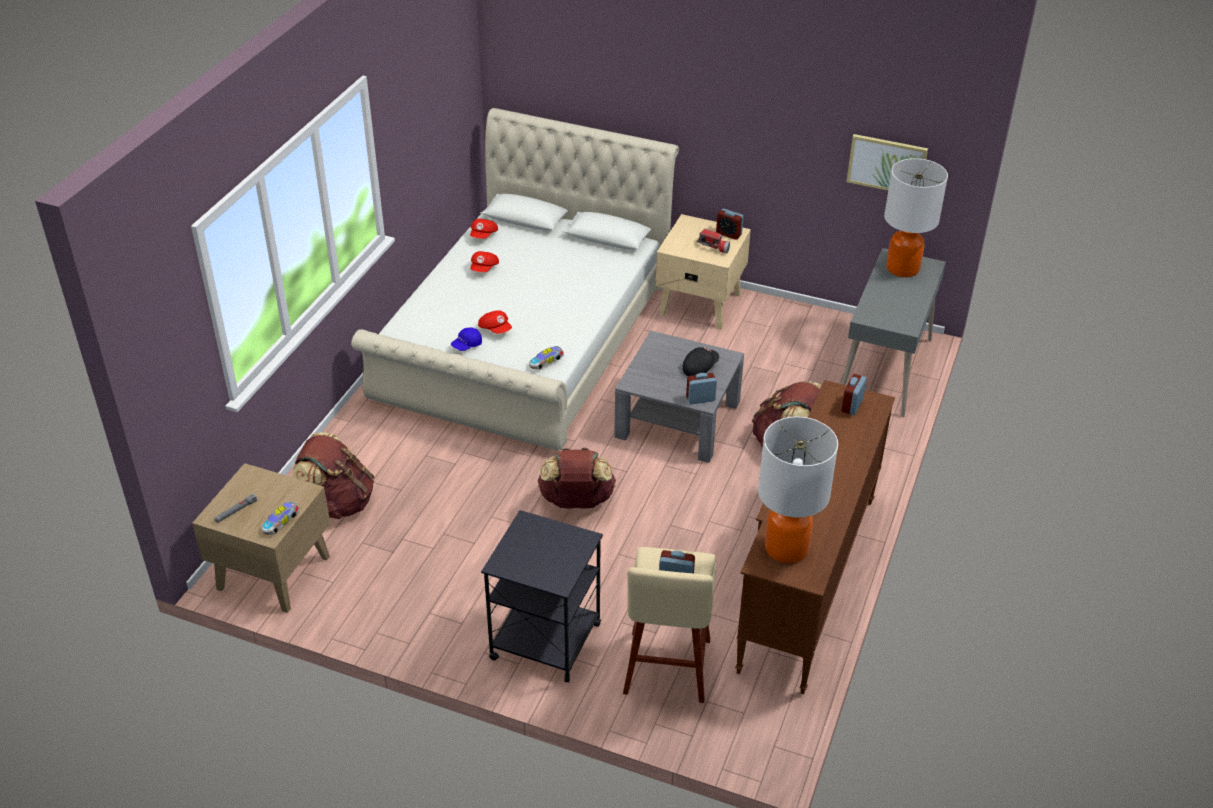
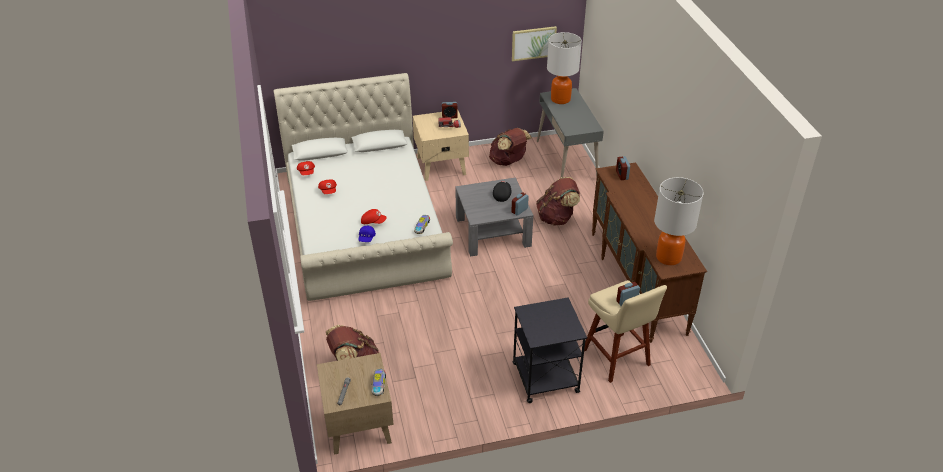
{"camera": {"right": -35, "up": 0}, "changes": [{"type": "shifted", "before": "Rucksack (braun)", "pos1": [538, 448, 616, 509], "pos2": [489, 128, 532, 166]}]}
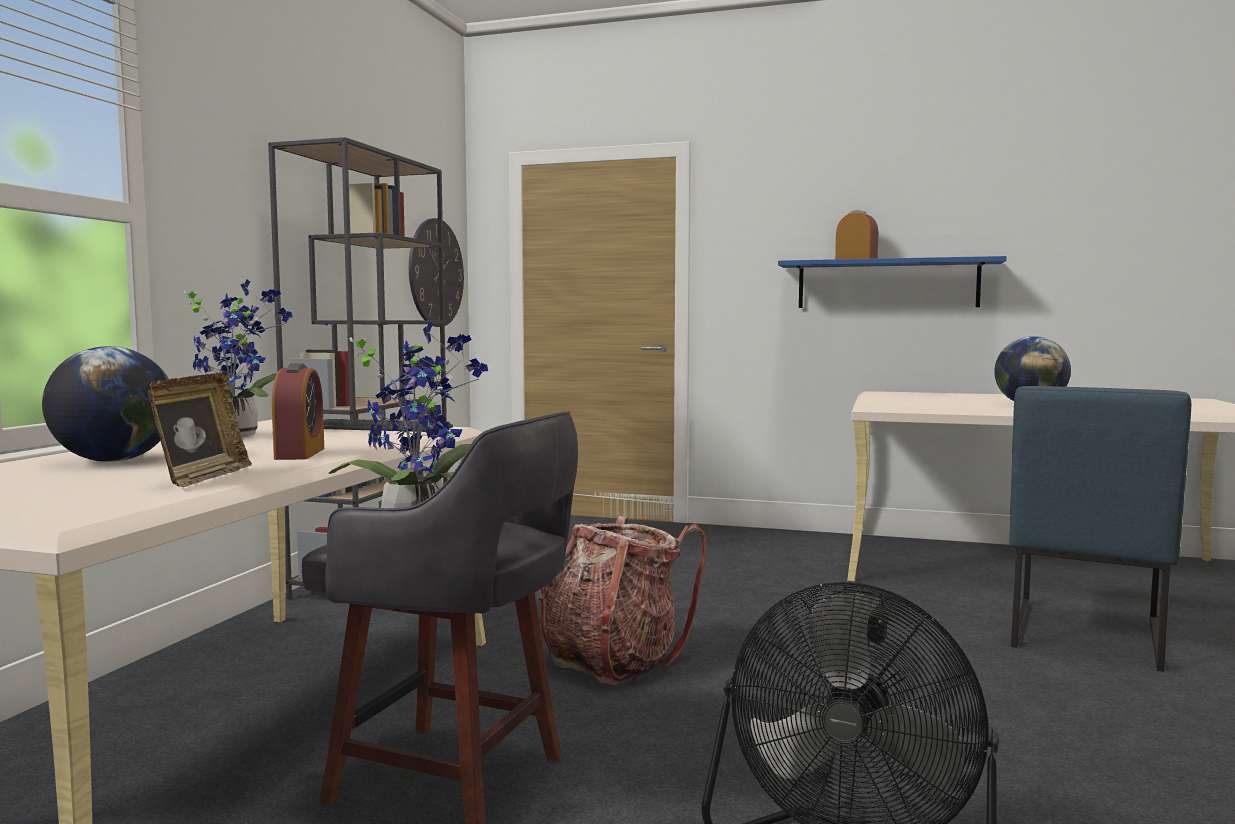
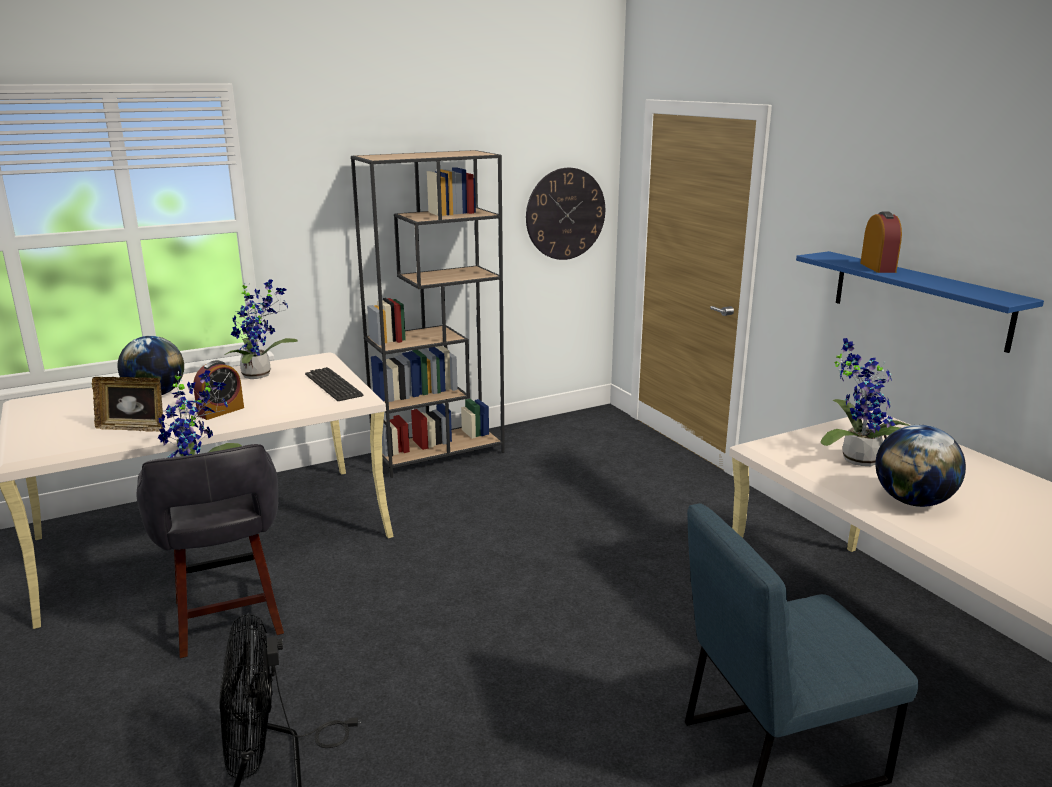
{"camera": {"right": 45, "up": 15}, "changes": [{"type": "rotated", "before": "Bilderrahmen", "pos1": [148, 372, 252, 487], "pos2": [92, 377, 163, 432], "turn": 45}, {"type": "new", "after": "Topfpflanze", "pos2": [820, 338, 910, 466]}, {"type": "gone", "before": "Rucksack", "pos1": [539, 516, 707, 685]}]}
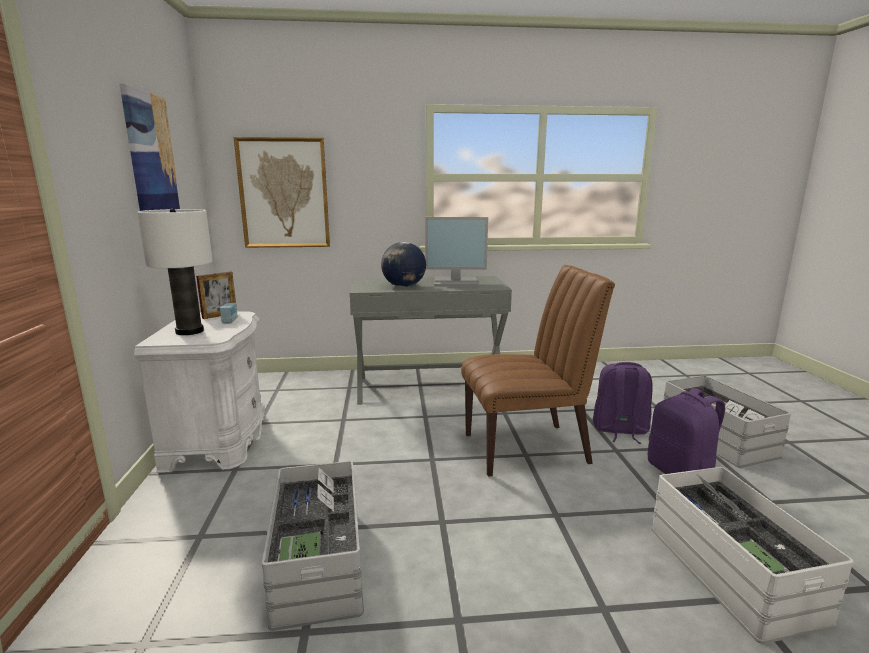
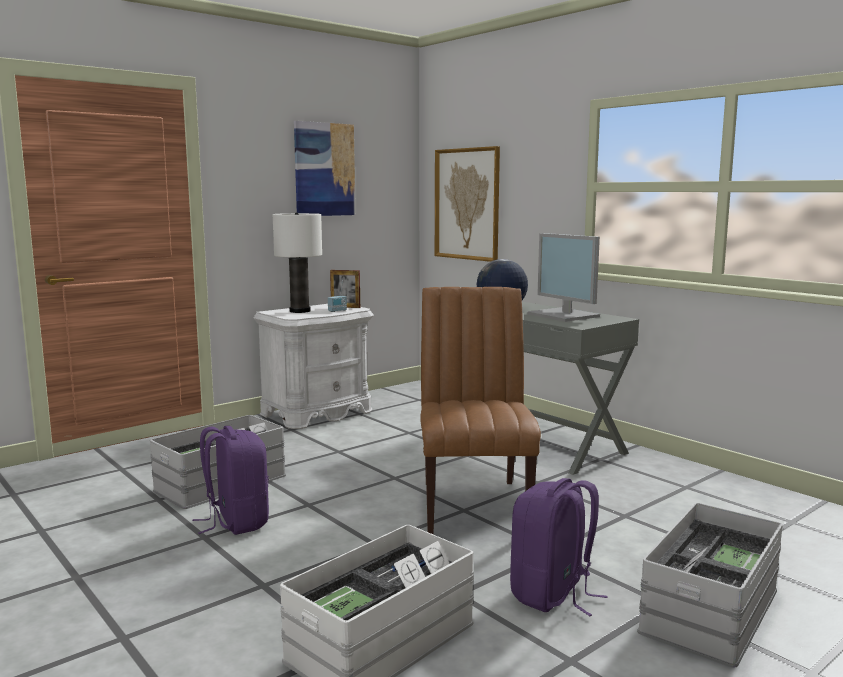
{"camera": {"right": 55, "up": -5}, "changes": [{"type": "shifted", "before": "Rucksack (lila)", "pos1": [593, 362, 653, 444], "pos2": [192, 426, 269, 535]}, {"type": "rotated", "before": "Stuhl (braun)", "pos1": [461, 265, 615, 477], "pos2": [420, 287, 541, 534], "turn": -135}]}
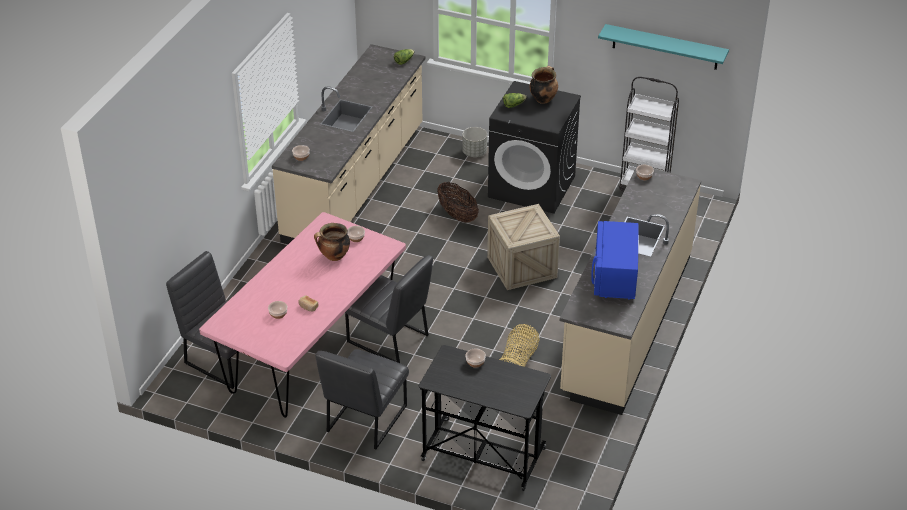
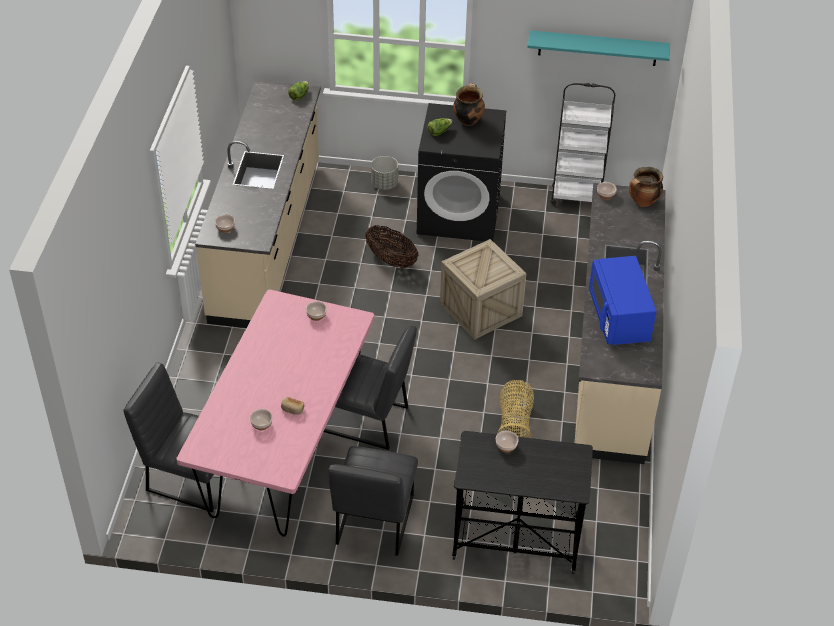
{"camera": {"right": -15, "up": 5}, "changes": [{"type": "shifted", "before": "Kochtopf", "pos1": [314, 223, 350, 261], "pos2": [629, 167, 663, 207]}]}
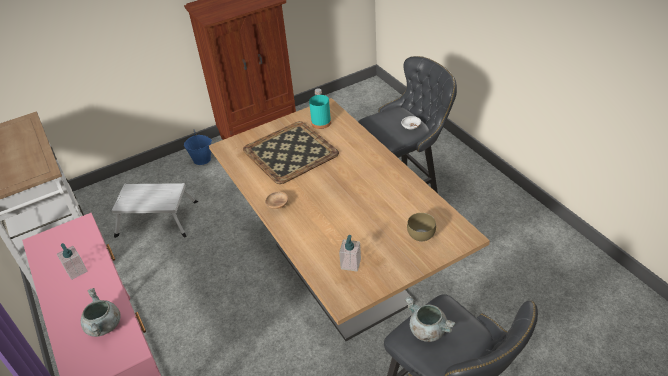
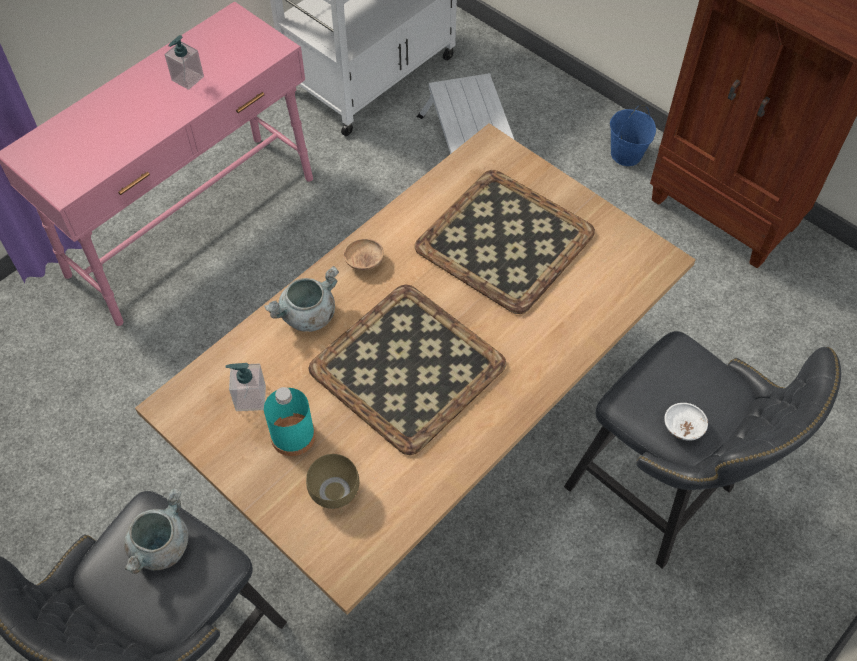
{"camera": {"right": 70, "up": 15}, "changes": [{"type": "shifted", "before": "Kochtopf (grau)", "pos1": [81, 288, 121, 337], "pos2": [264, 266, 339, 332]}, {"type": "shifted", "before": "Flasche (türkis)", "pos1": [309, 88, 331, 129], "pos2": [264, 387, 315, 456]}, {"type": "new", "after": "Tablett", "pos2": [308, 285, 507, 455]}]}
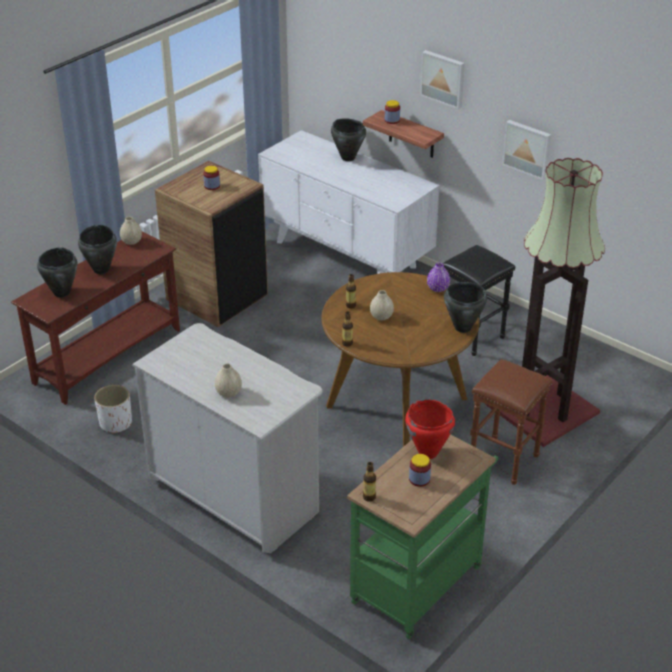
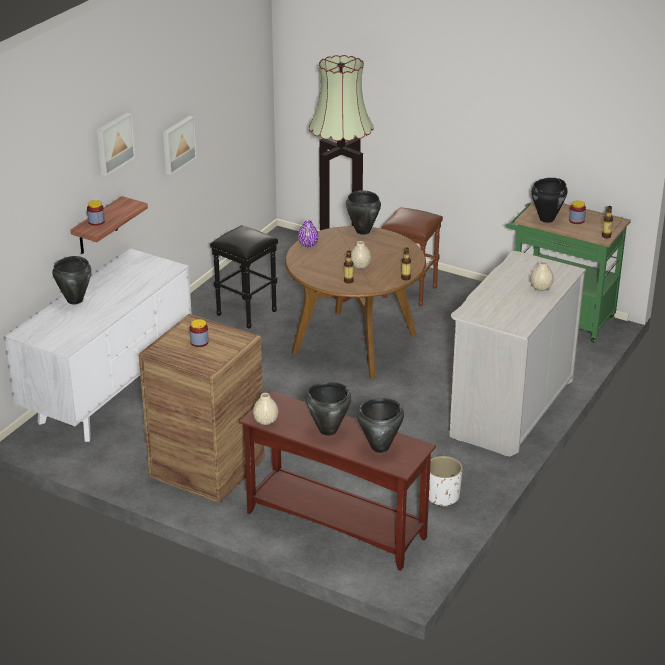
{"camera": {"right": -100, "up": -5}, "changes": [{"type": "repainted", "before": "Kochtopf (rot)", "after": "Kochtopf (schwarz)", "pos1": [405, 399, 455, 459], "pos2": [531, 178, 567, 223]}]}
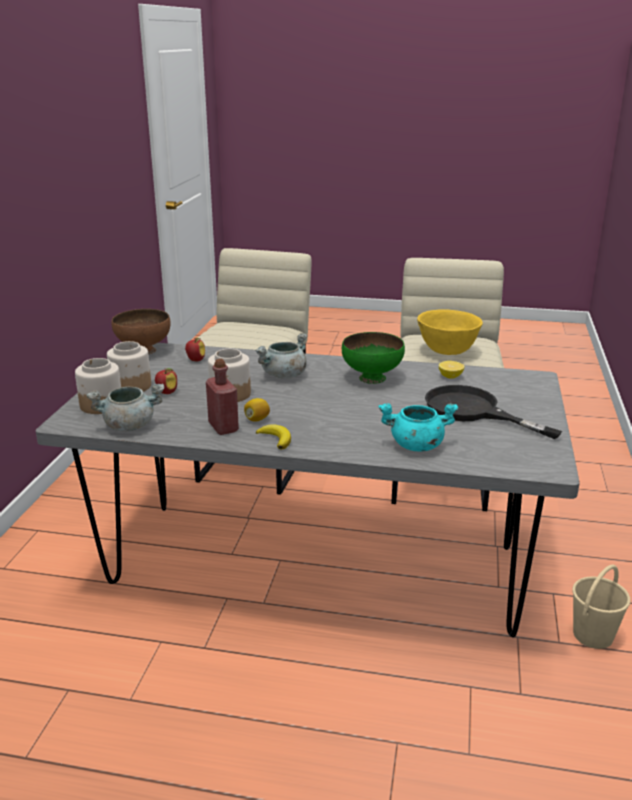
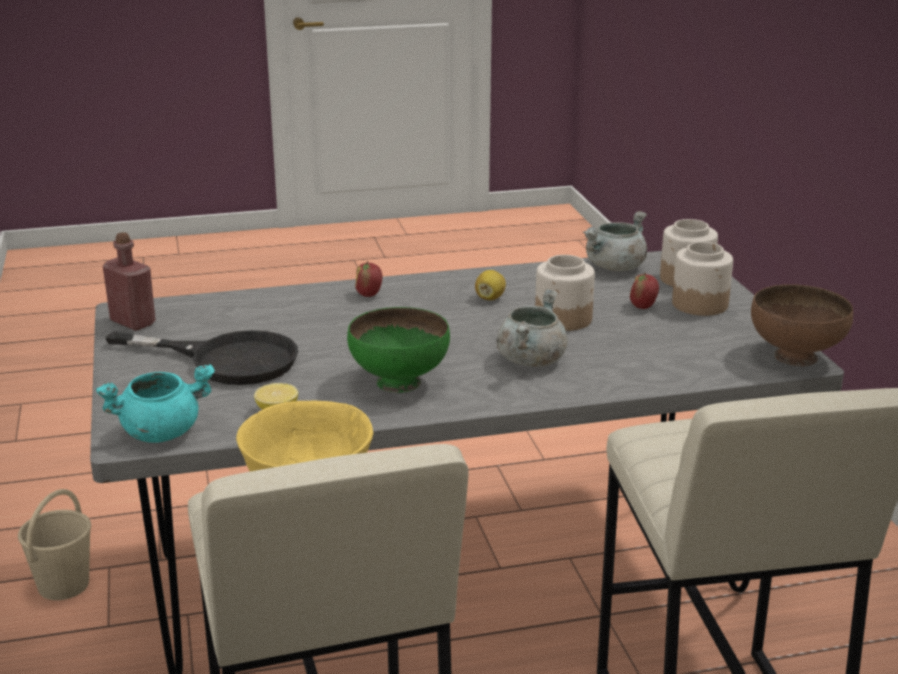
{"camera": {"right": 155, "up": 0}, "changes": [{"type": "shifted", "before": "Kochtopf (türkis)", "pos1": [379, 403, 458, 451], "pos2": [96, 364, 215, 443]}, {"type": "shifted", "before": "Flasche (rot)", "pos1": [206, 359, 239, 435], "pos2": [103, 232, 156, 331]}, {"type": "shifted", "before": "Apfel", "pos1": [185, 338, 205, 361], "pos2": [355, 261, 383, 297]}, {"type": "gone", "before": "Banane", "pos1": [256, 424, 291, 449]}]}
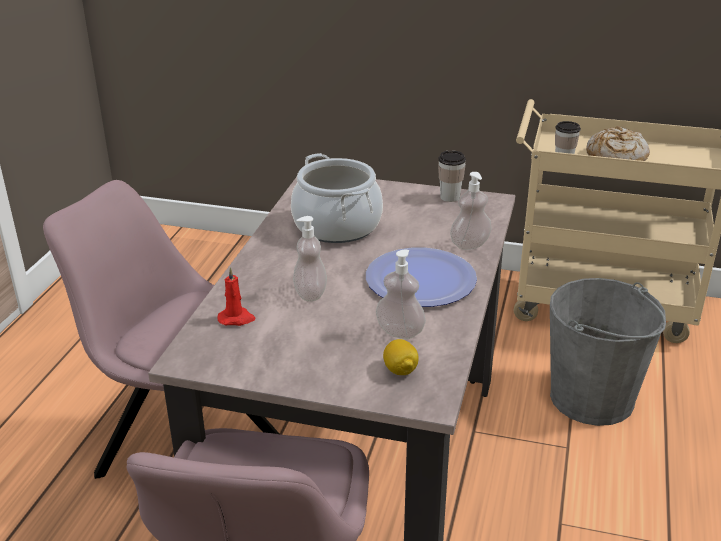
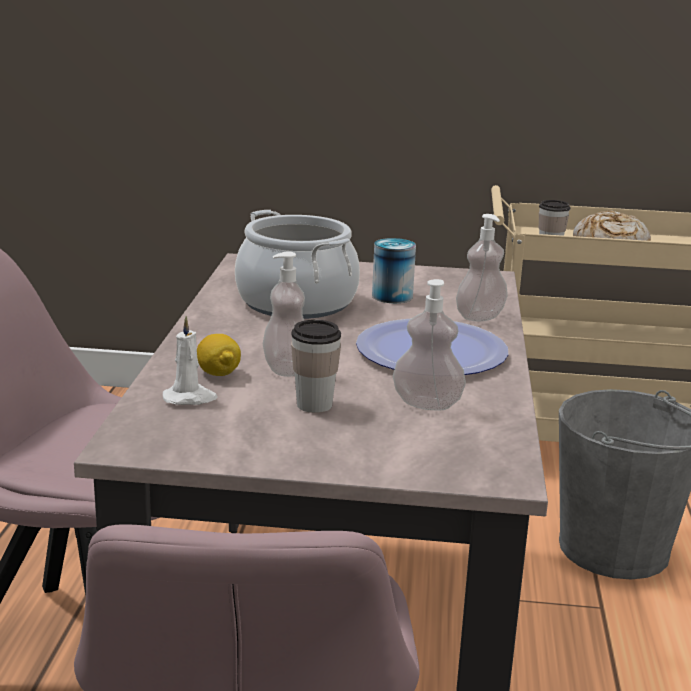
{"camera": {"right": -10, "up": -10}, "changes": [{"type": "repainted", "before": "Kerze (rot)", "after": "Kerze (weiß)", "pos1": [218, 267, 256, 326], "pos2": [163, 316, 217, 405]}, {"type": "shifted", "before": "Zitrone", "pos1": [383, 339, 419, 375], "pos2": [197, 334, 241, 376]}, {"type": "shifted", "before": "Tasse", "pos1": [438, 150, 466, 202], "pos2": [291, 319, 341, 413]}, {"type": "new", "after": "Dose", "pos2": [372, 238, 416, 303]}]}
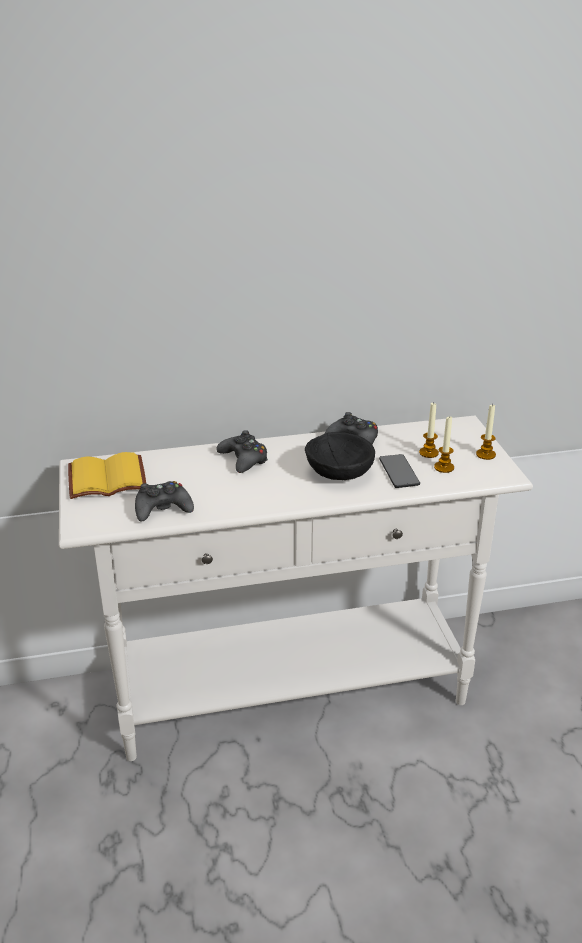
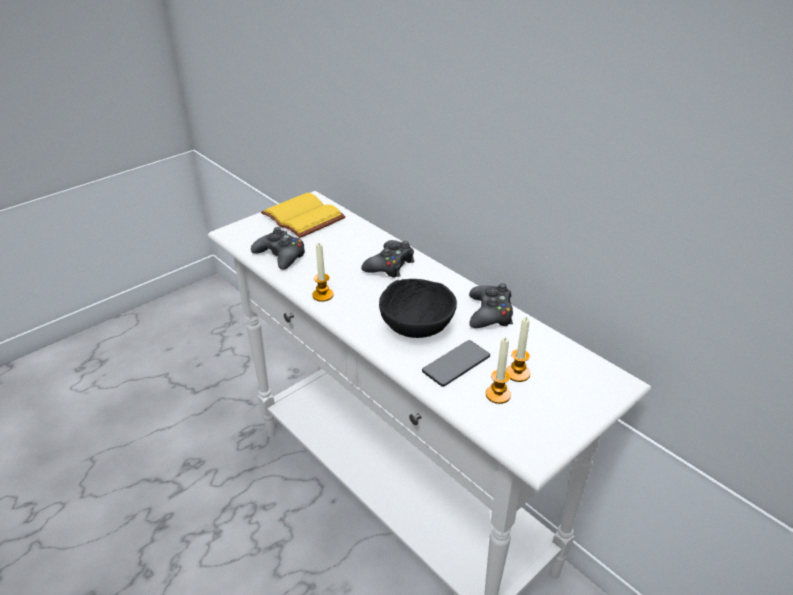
{"camera": {"right": 60, "up": 5}, "changes": [{"type": "shifted", "before": "Kerze", "pos1": [476, 404, 496, 460], "pos2": [312, 243, 334, 302]}]}
